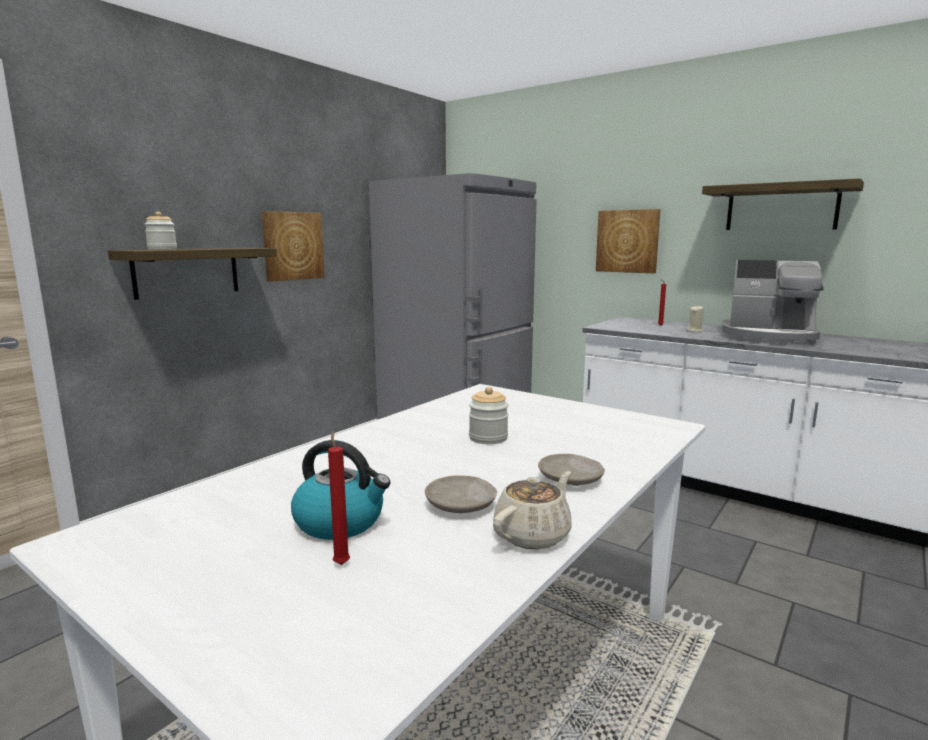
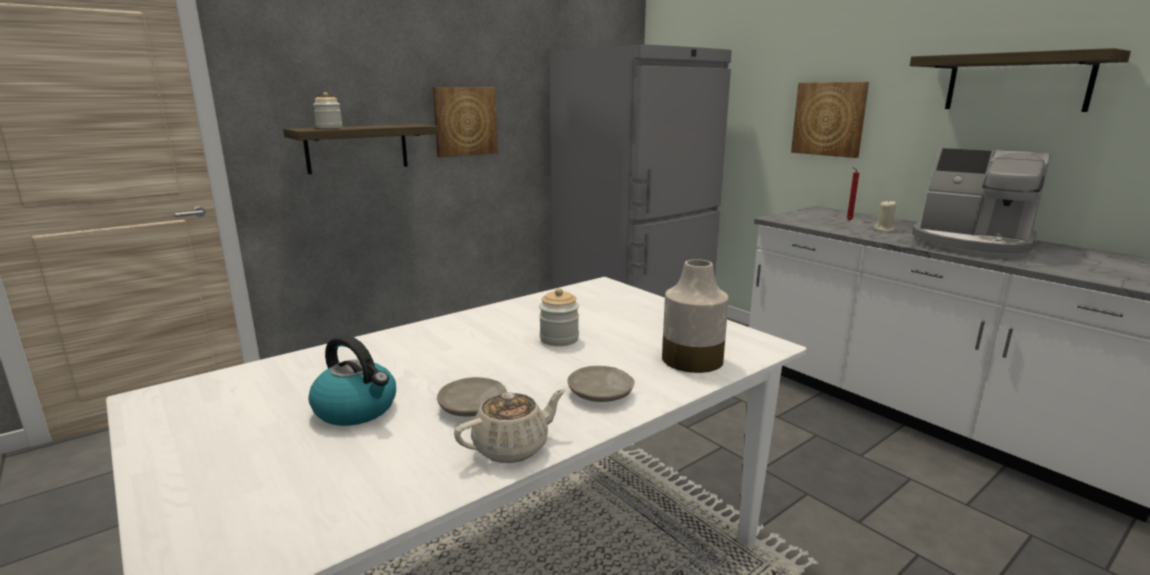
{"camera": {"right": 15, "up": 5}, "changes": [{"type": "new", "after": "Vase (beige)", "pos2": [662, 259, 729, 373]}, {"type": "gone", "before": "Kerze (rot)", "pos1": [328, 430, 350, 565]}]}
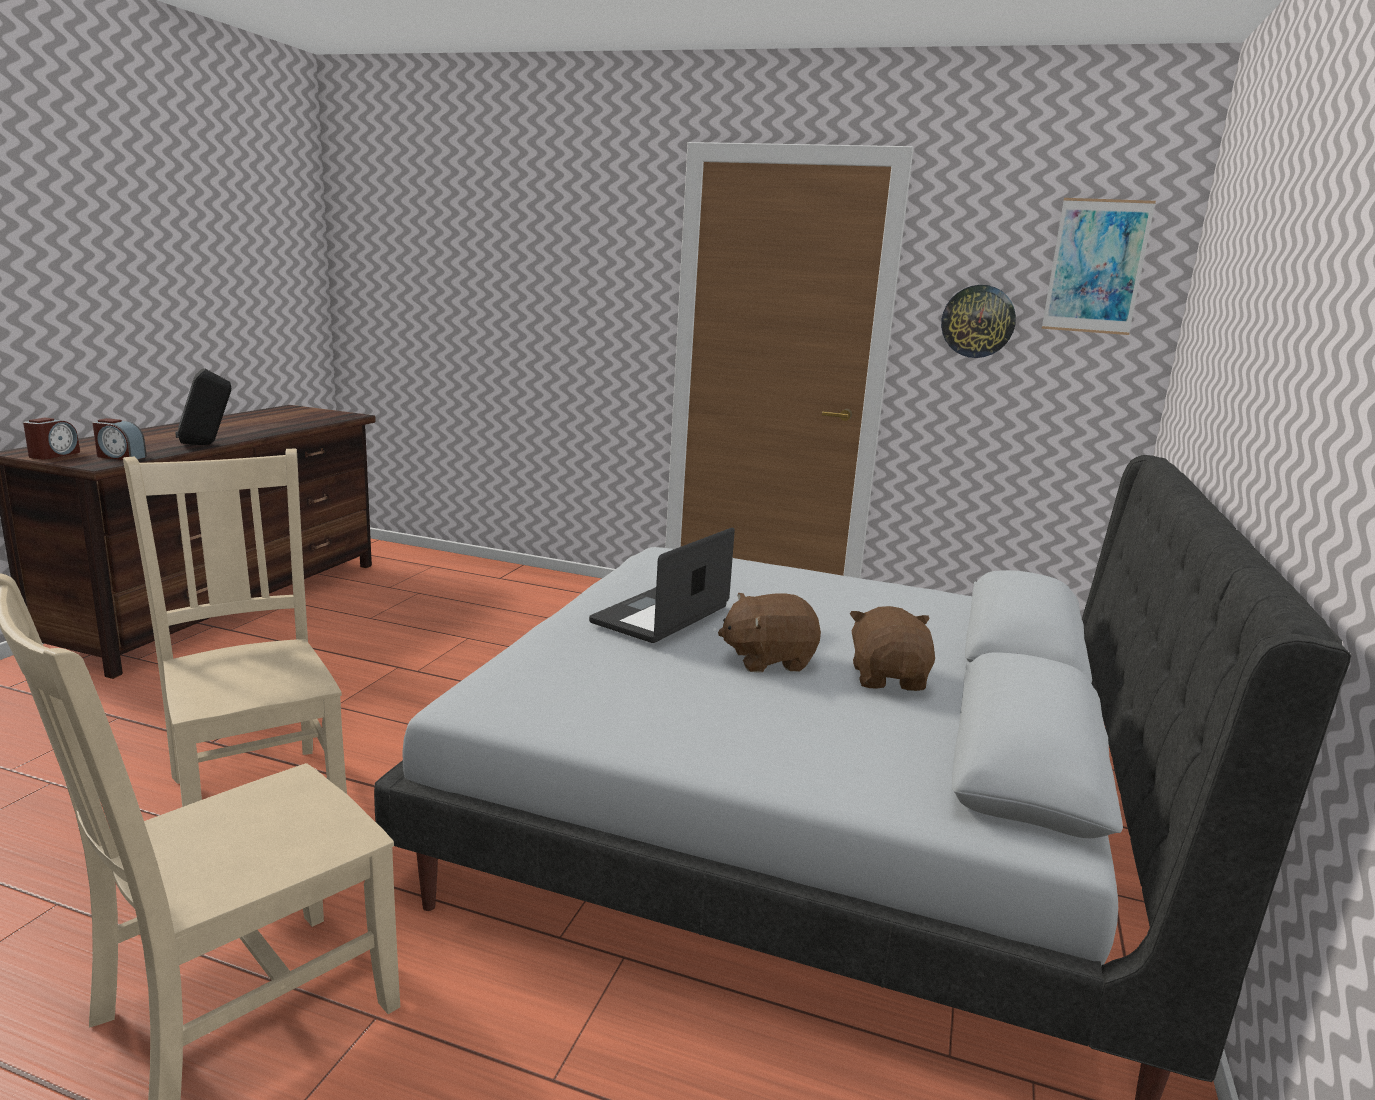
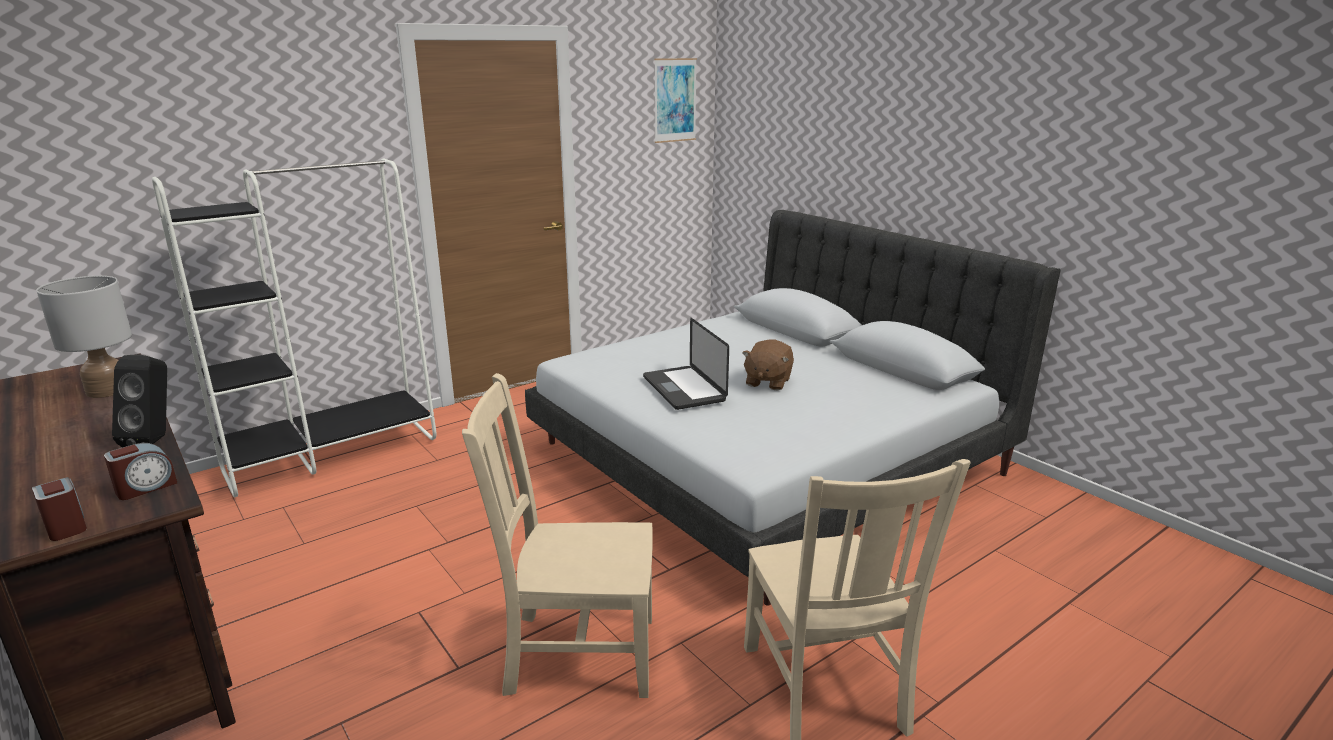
{"camera": {"right": -55, "up": 5}, "changes": [{"type": "new", "after": "Tischlampe (grau)", "pos2": [36, 276, 132, 398]}, {"type": "new", "after": "Kleiderständer (schwarz)", "pos2": [152, 158, 436, 497]}, {"type": "gone", "before": "Plüschtier (braun)", "pos1": [850, 606, 935, 691]}, {"type": "gone", "before": "Wanduhr", "pos1": [941, 285, 1016, 358]}]}
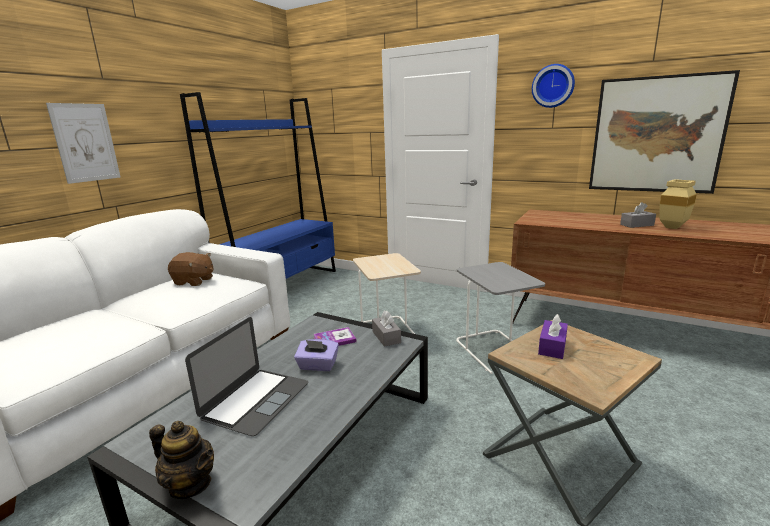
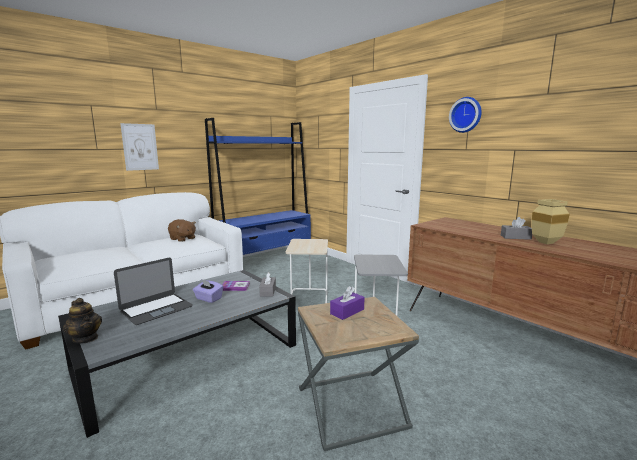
{"camera": {"right": 20, "up": -5}, "changes": [{"type": "gone", "before": "Bild", "pos1": [589, 70, 740, 194]}]}
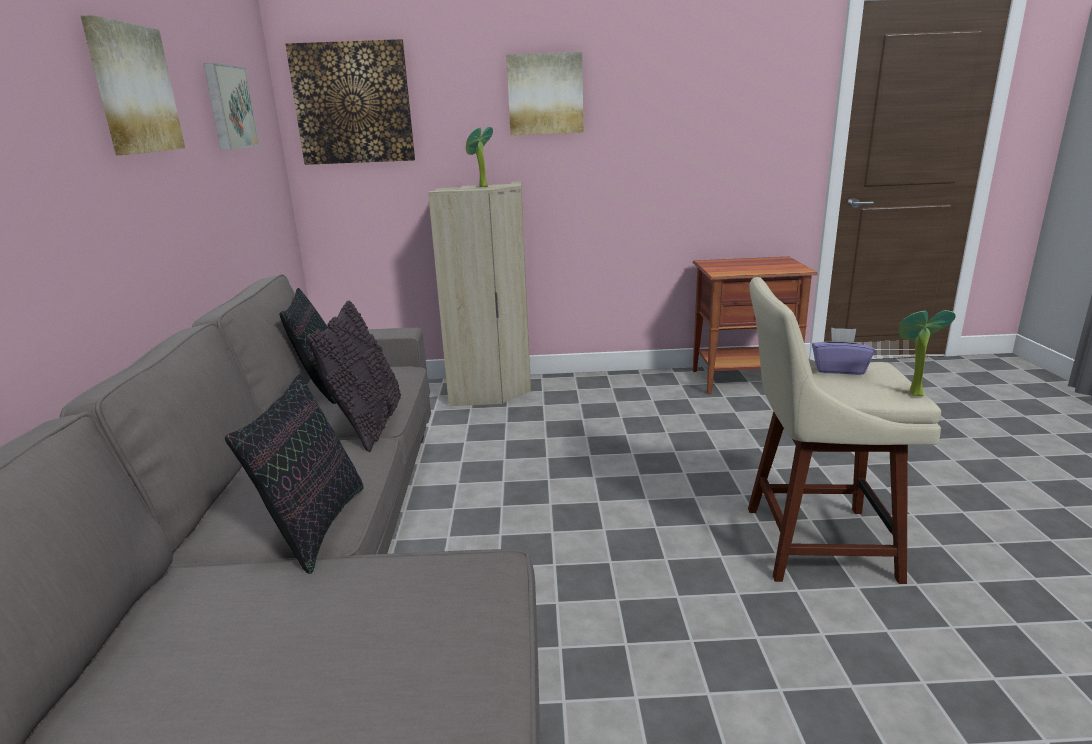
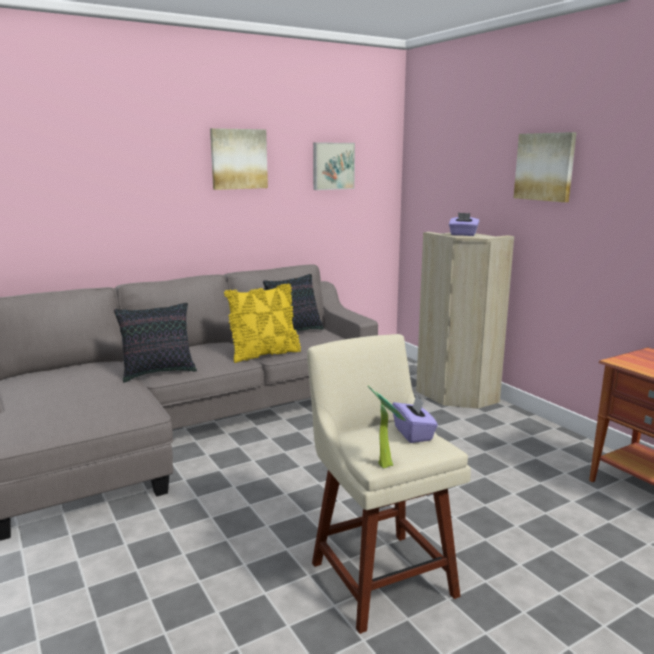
{"camera": {"right": 60, "up": -5}, "changes": [{"type": "repainted", "before": "Kissen (schwarz)", "after": "Kissen (gelb)", "pos1": [306, 301, 401, 452], "pos2": [224, 283, 301, 363]}, {"type": "swapped", "before": "Topfpflanze", "after": "Taschentuchbox (lila)", "pos1": [466, 127, 493, 187], "pos2": [449, 213, 479, 236]}, {"type": "gone", "before": "Bild", "pos1": [285, 39, 415, 165]}]}
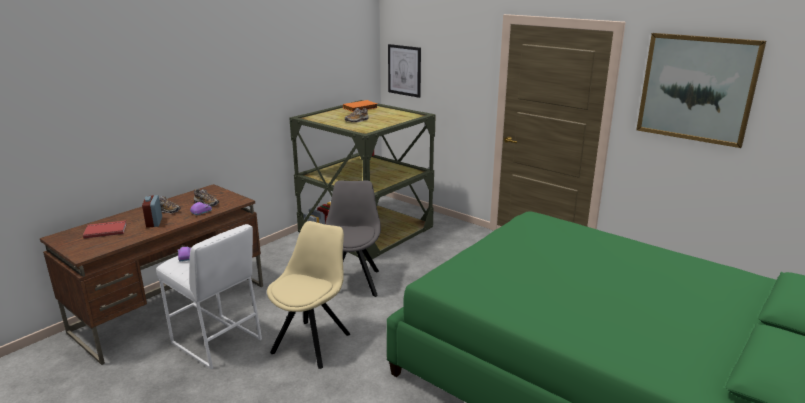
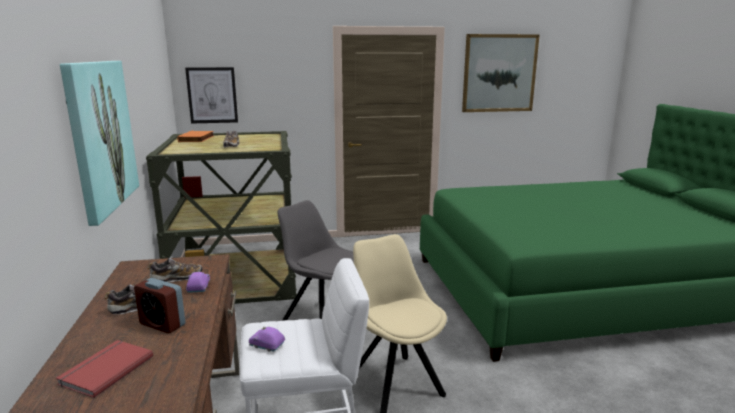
{"camera": {"right": -50, "up": -5}, "changes": [{"type": "new", "after": "Bild", "pos2": [60, 61, 139, 226]}]}
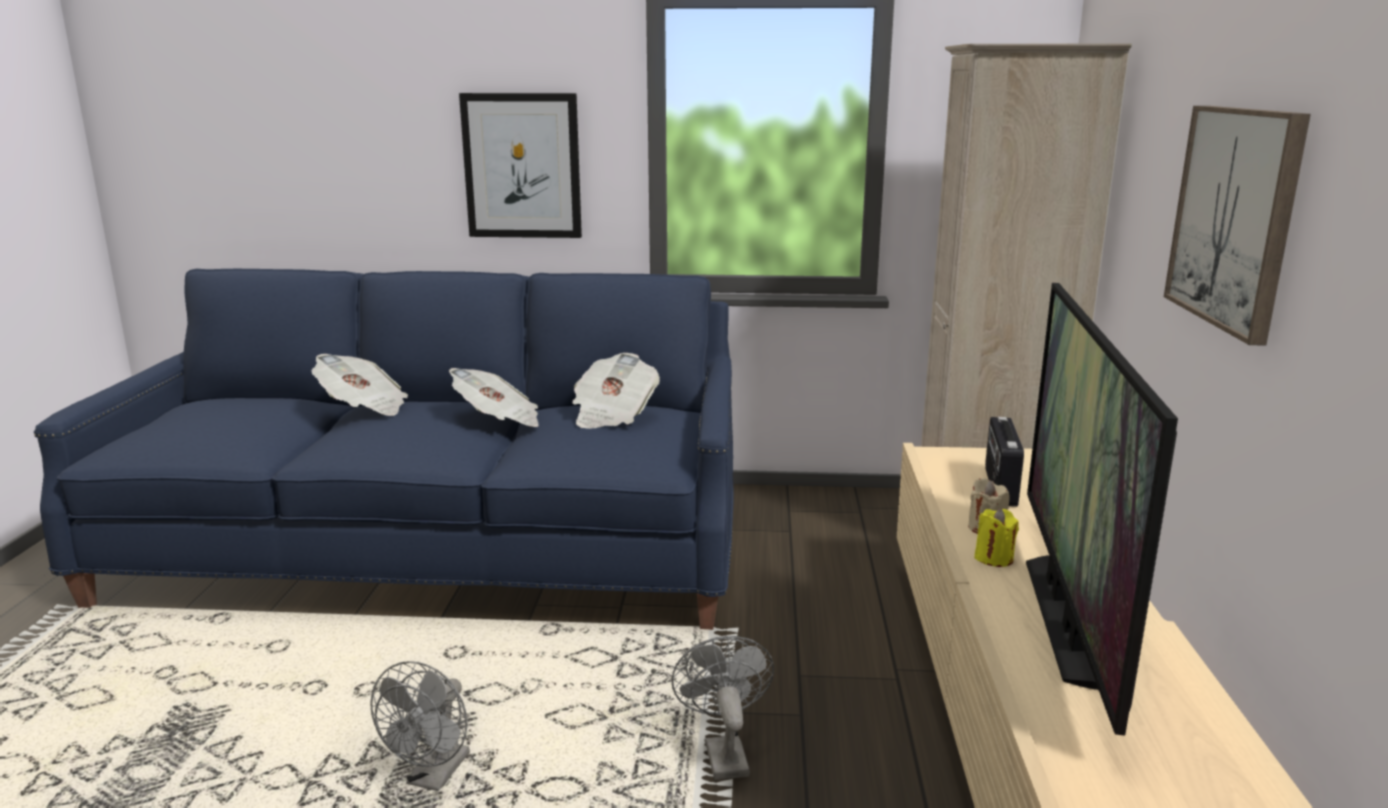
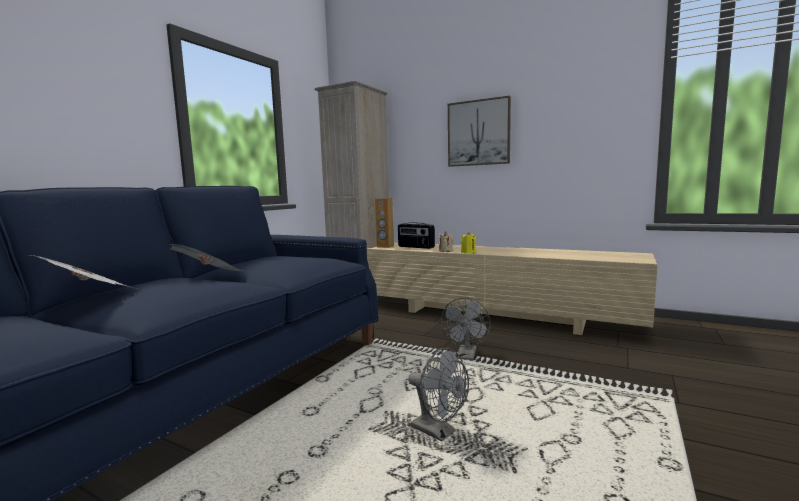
{"camera": {"right": -65, "up": -10}, "changes": [{"type": "new", "after": "Lautsprecher (braun)", "pos2": [375, 198, 394, 248]}, {"type": "rotated", "before": "Ventilator (grau)", "pos1": [671, 636, 774, 780], "pos2": [441, 298, 491, 361], "turn": -90}, {"type": "gone", "before": "Bild", "pos1": [459, 93, 582, 238]}, {"type": "gone", "before": "Zeitung", "pos1": [572, 353, 660, 429]}, {"type": "gone", "before": "Fernseher", "pos1": [1026, 283, 1178, 735]}]}
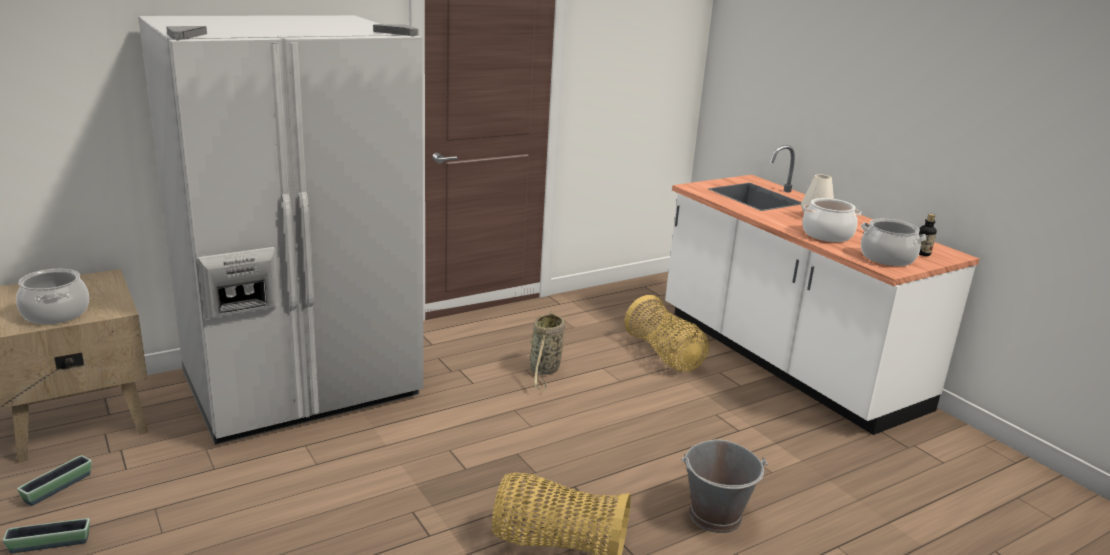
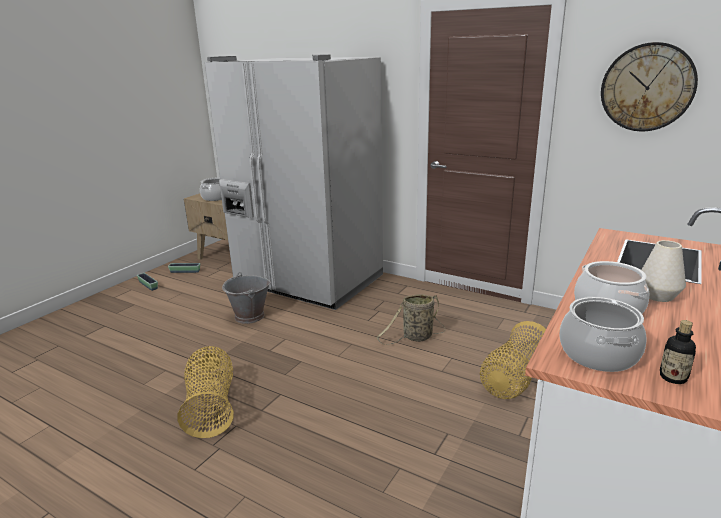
{"camera": {"right": 65, "up": 0}, "changes": [{"type": "shifted", "before": "Eimer (grau)", "pos1": [682, 439, 768, 533], "pos2": [222, 272, 271, 324]}, {"type": "new", "after": "Wanduhr", "pos2": [601, 42, 698, 131]}]}
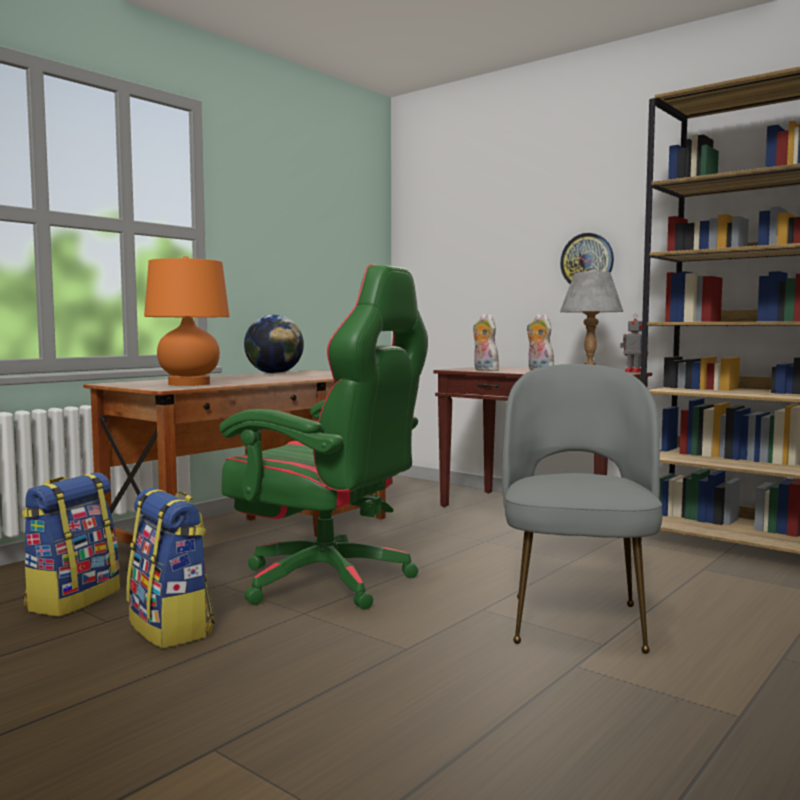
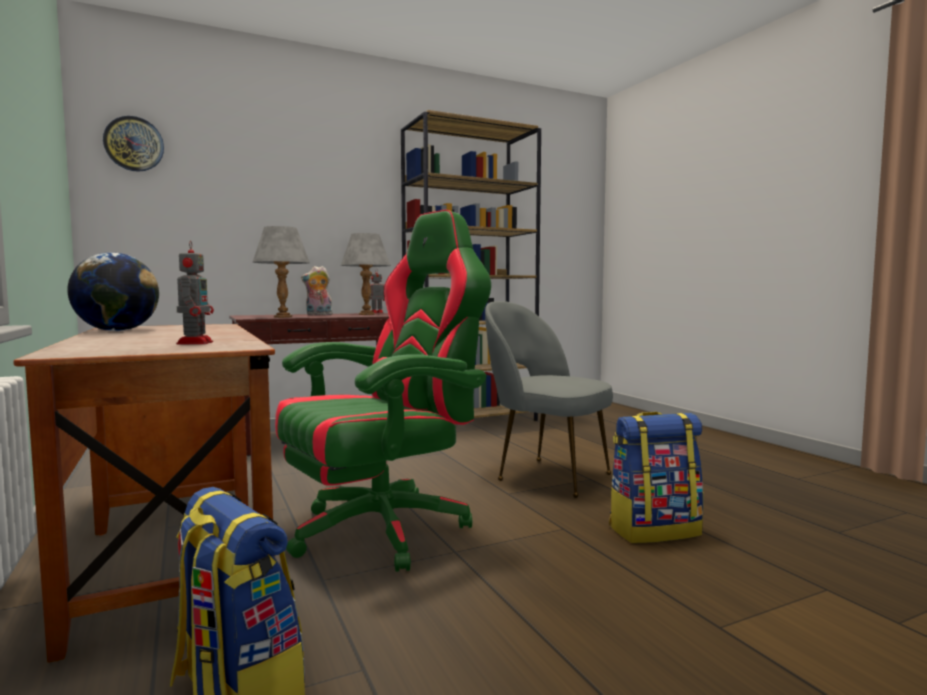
{"camera": {"right": -65, "up": 0}, "changes": [{"type": "shifted", "before": "Wanduhr", "pos1": [560, 233, 614, 284], "pos2": [103, 116, 164, 172]}, {"type": "swapped", "before": "Tischlampe (orange)", "after": "Spielzeugroboter", "pos1": [144, 256, 230, 386], "pos2": [176, 240, 214, 344]}, {"type": "swapped", "before": "Plüschtier", "after": "Tischlampe (grau)", "pos1": [473, 314, 502, 371], "pos2": [253, 226, 310, 318]}, {"type": "shifted", "before": "Rucksack", "pos1": [126, 488, 215, 648], "pos2": [609, 412, 704, 543]}]}
